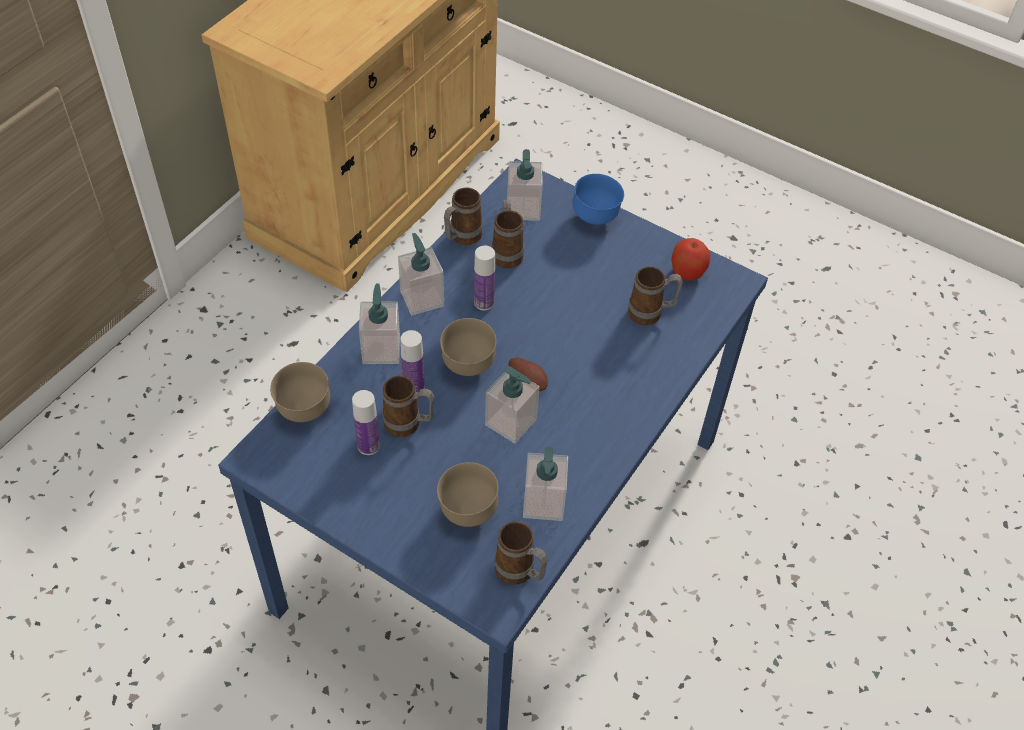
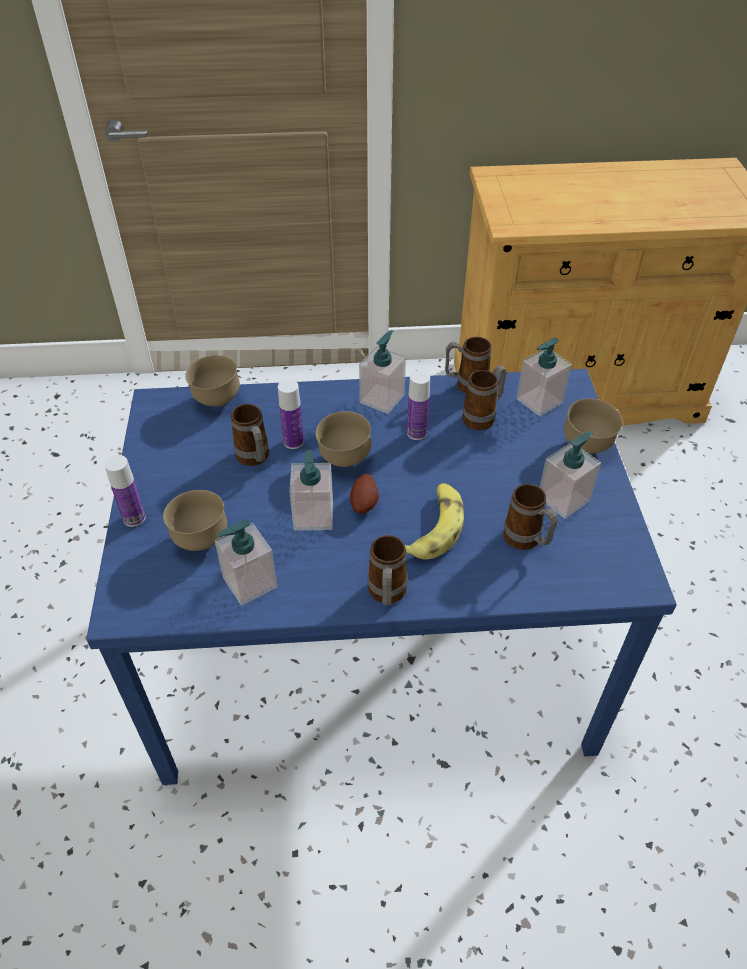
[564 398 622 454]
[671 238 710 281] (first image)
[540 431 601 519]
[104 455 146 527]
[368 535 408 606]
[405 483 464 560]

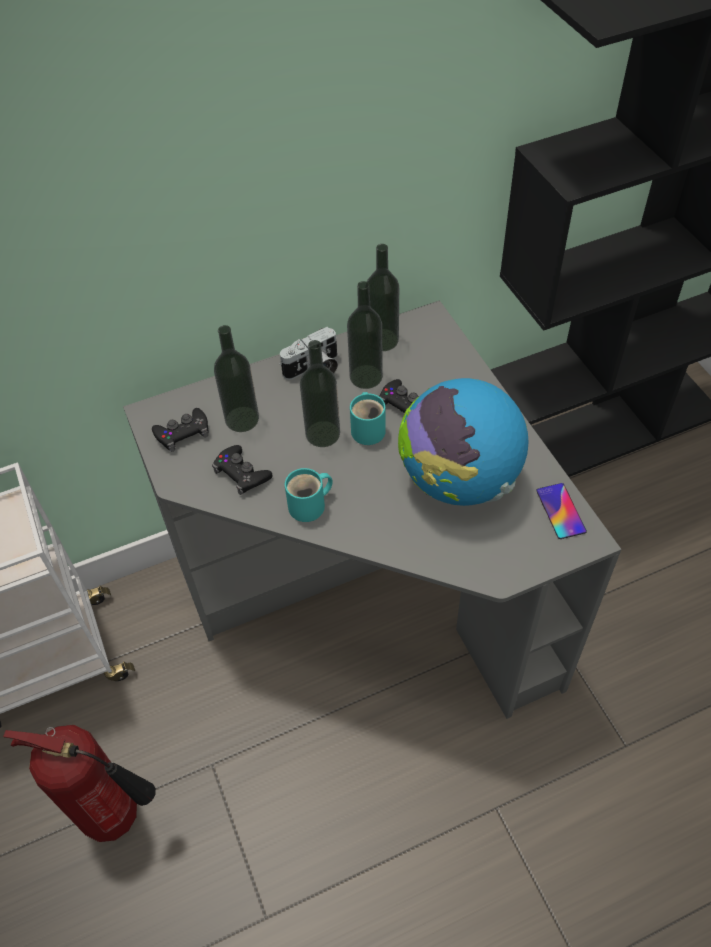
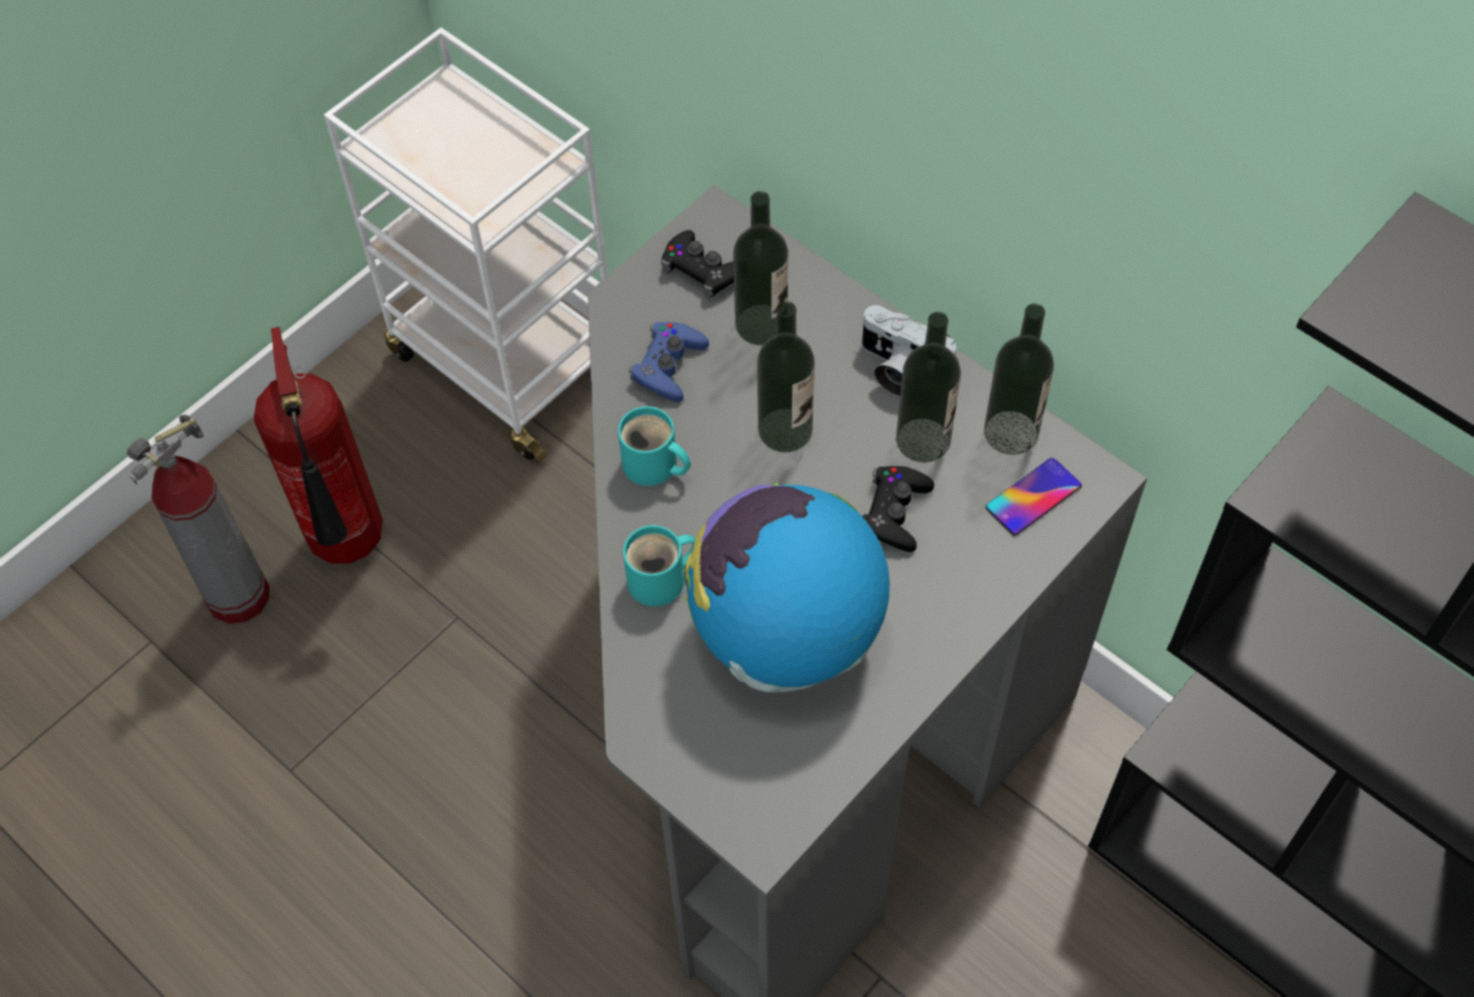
[623 525 696 606]
[629 322 709 402]
[986 458 1082 536]
[126 415 269 624]

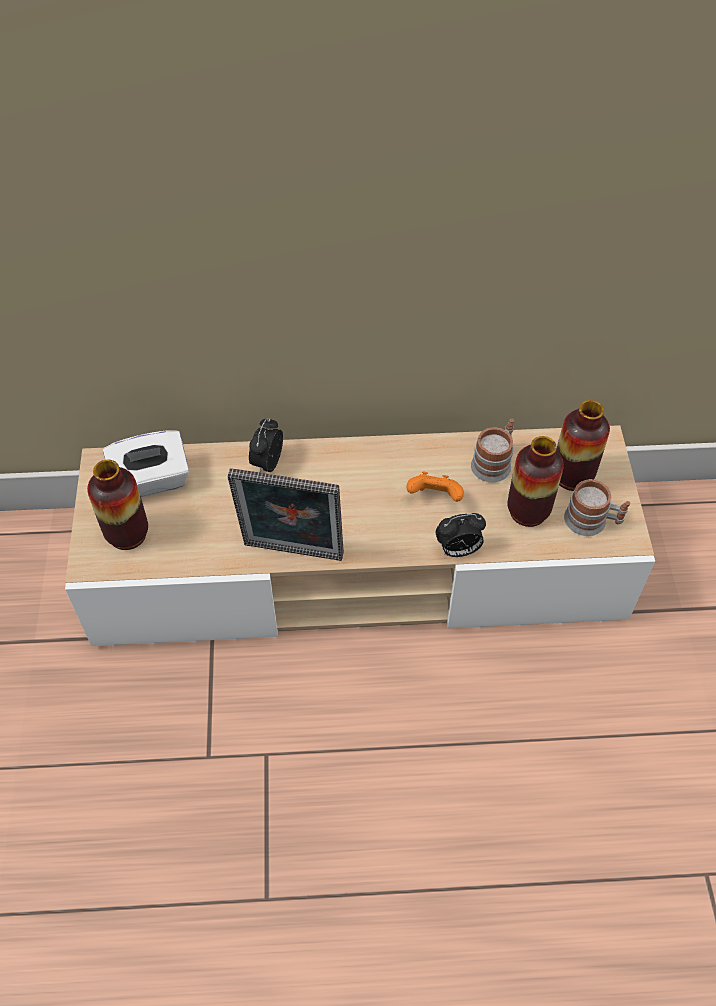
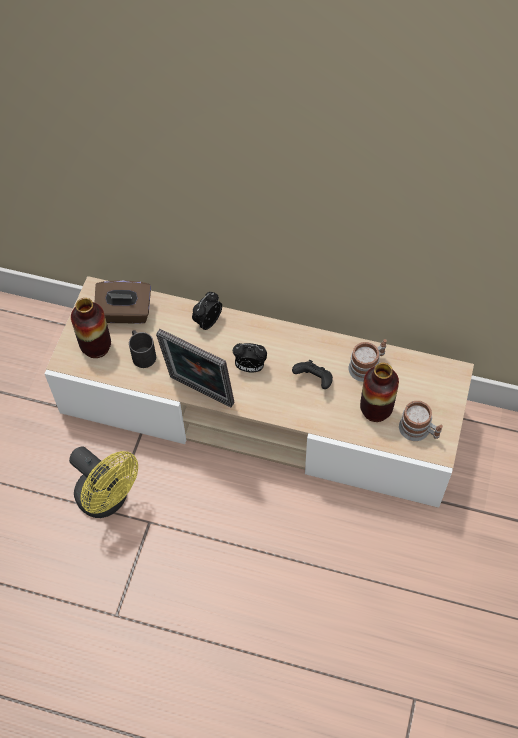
[556 400 610 491] (first image)
[95 280 151 324]
[292 360 333 389]
[233 343 267 372]
[129 330 156 368]
[69 446 138 518]

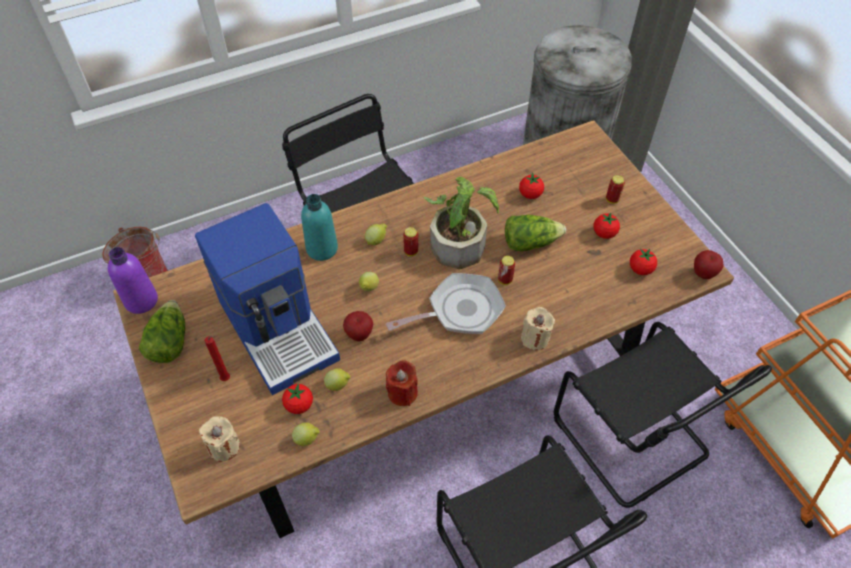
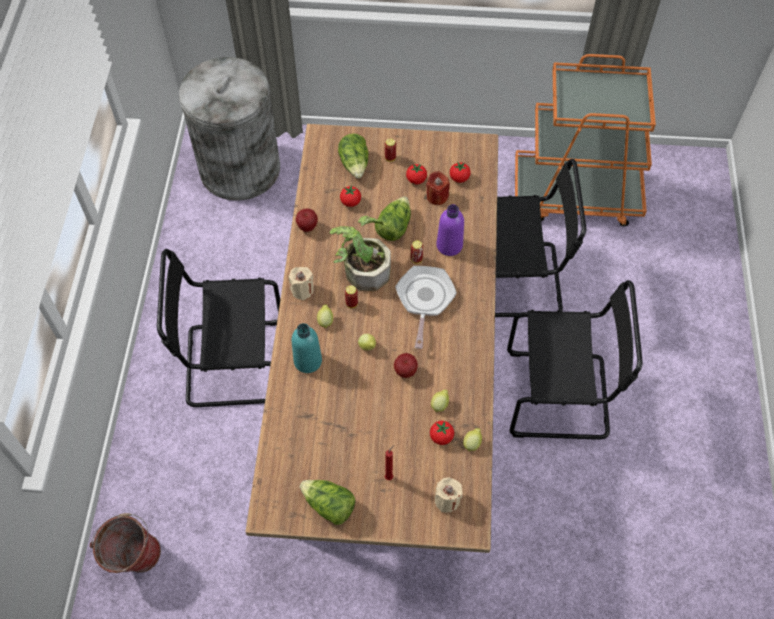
[195 203 340 395] (first image)
[436 204 464 256]
[296 208 318 232]
[288 267 313 301]
[426 171 450 205]
[338 133 369 178]

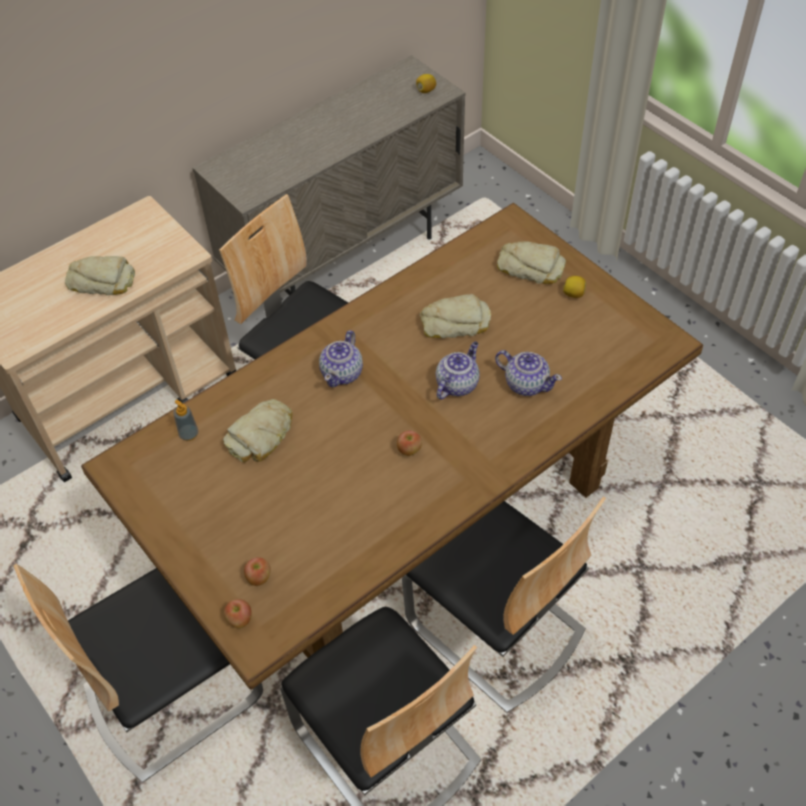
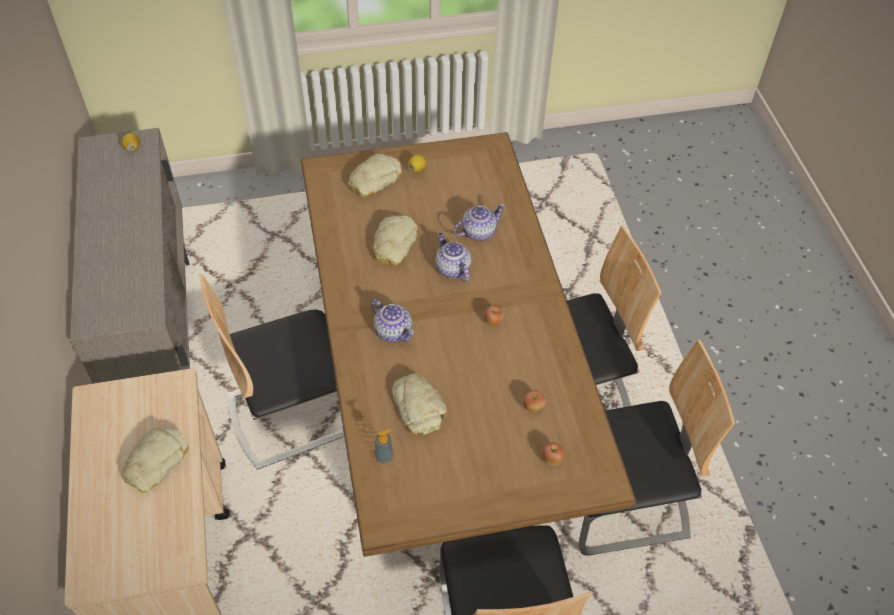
[523 390 546 412]

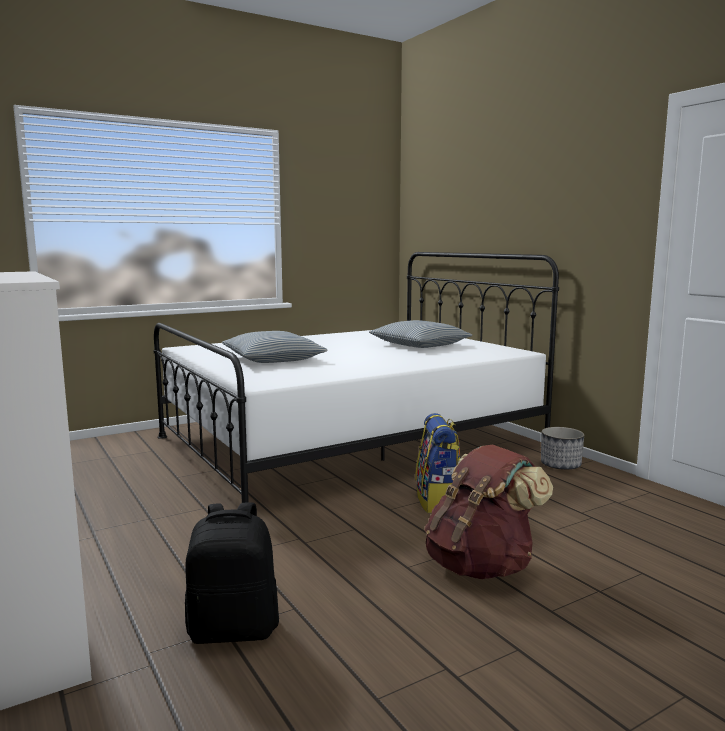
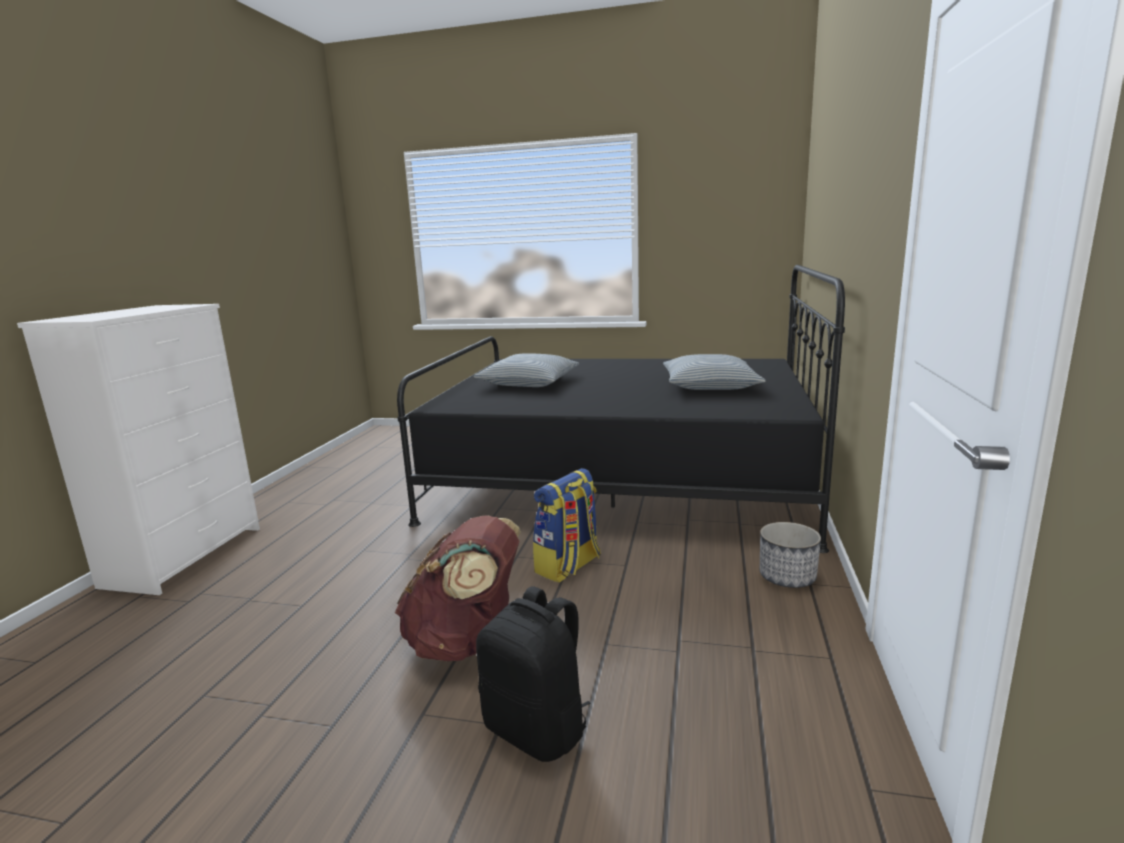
[397 265 845 553]
[476 586 591 762]

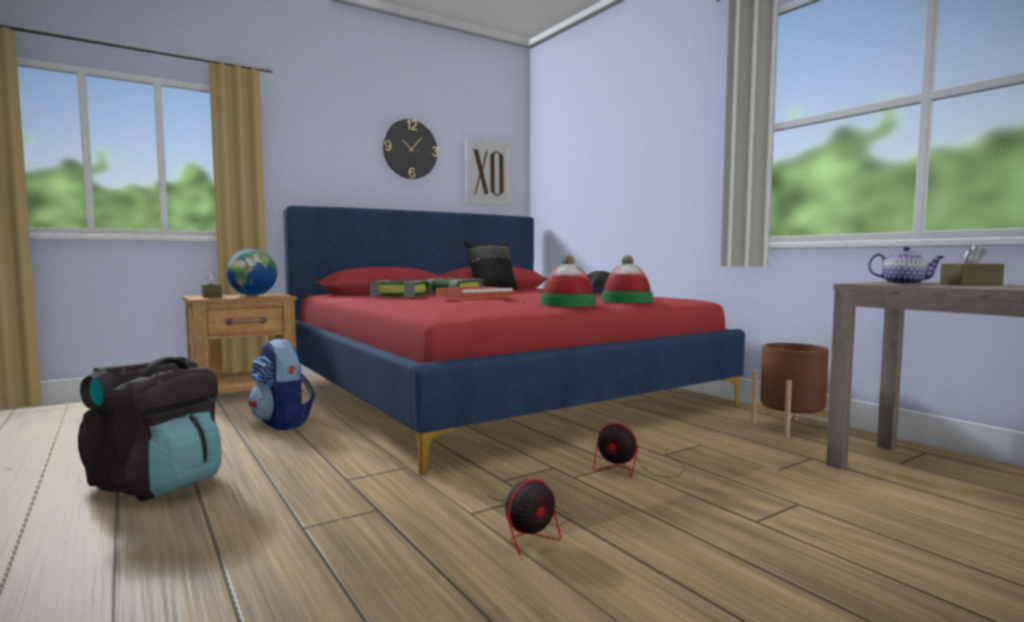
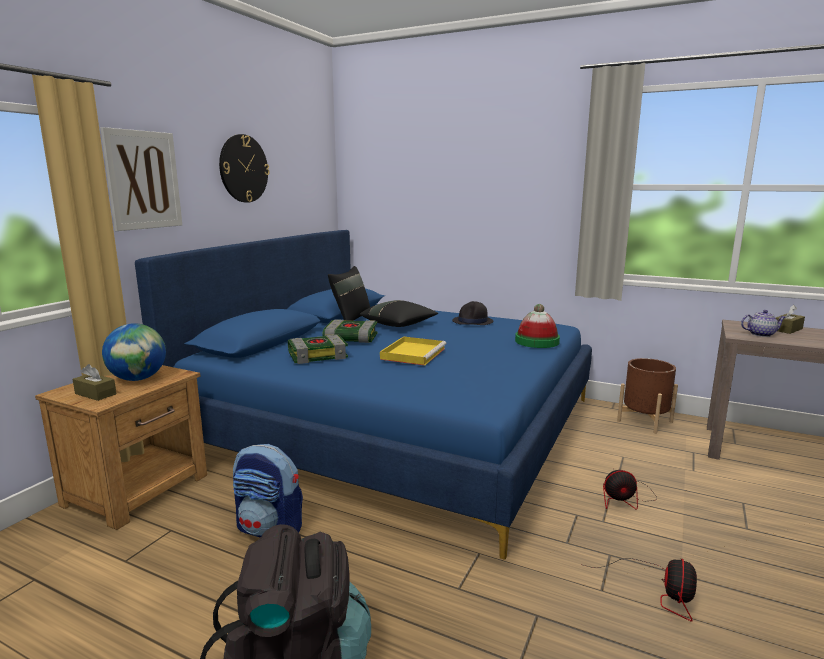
[100 127 182 231]
[135 230 592 560]
[540 255 596 307] (first image)
[380 336 446 366]
[360 300 438 327]

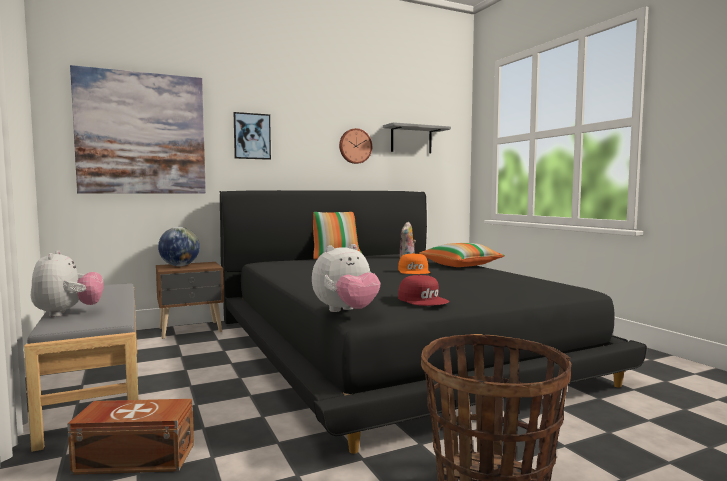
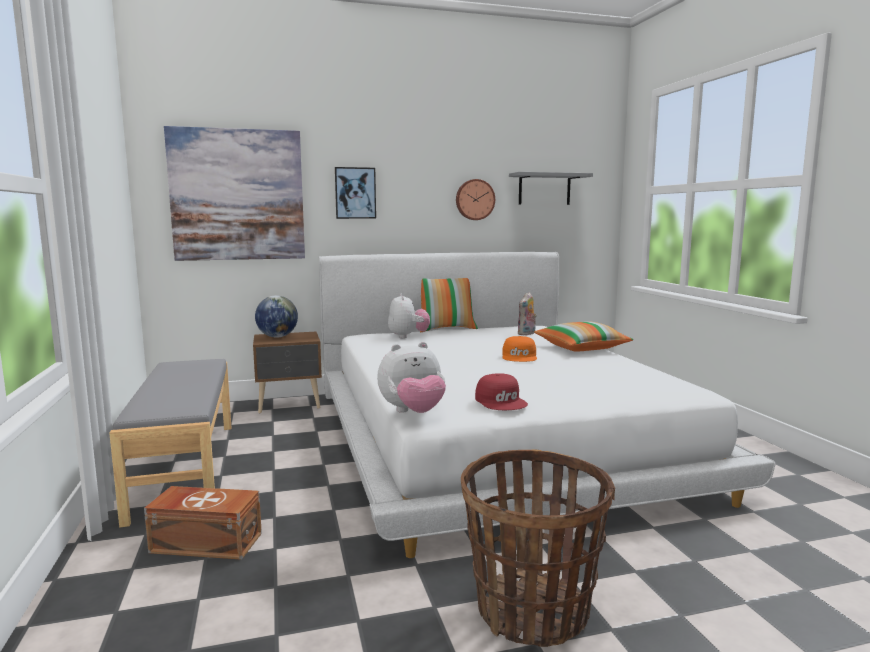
[319 252 775 558]
[388 293 430 338]

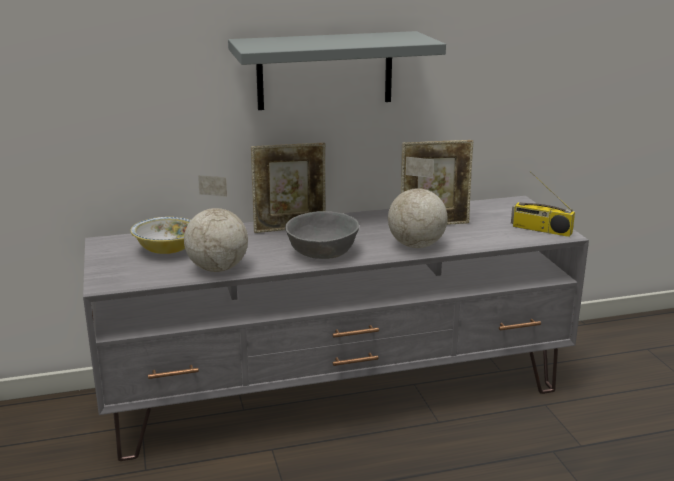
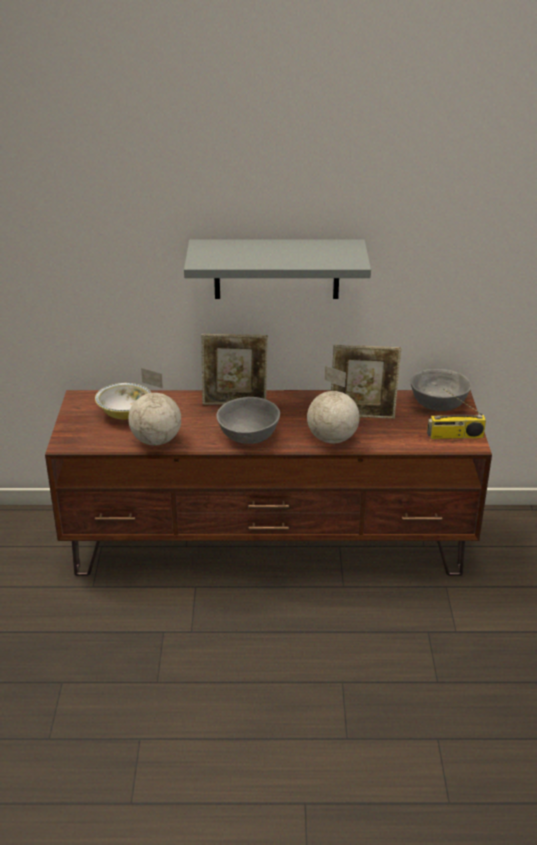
[427 388 486 439]
[45 390 492 576]
[410 369 471 411]

